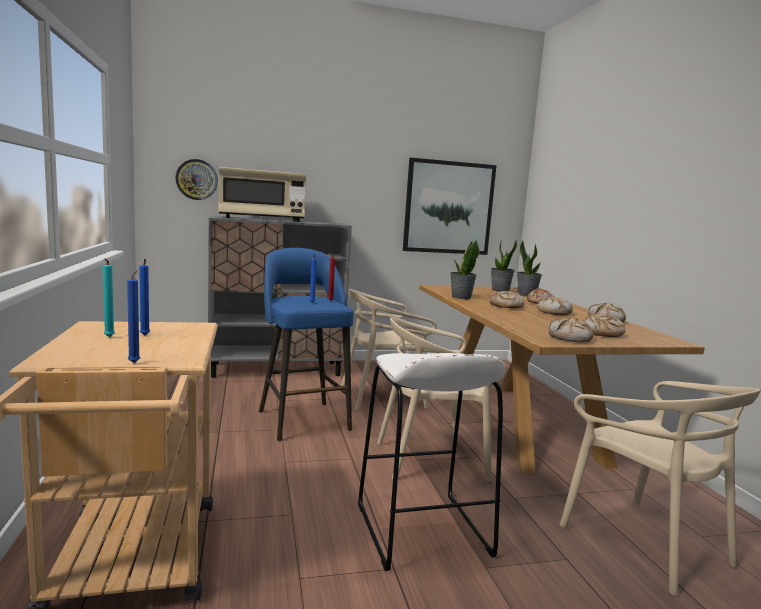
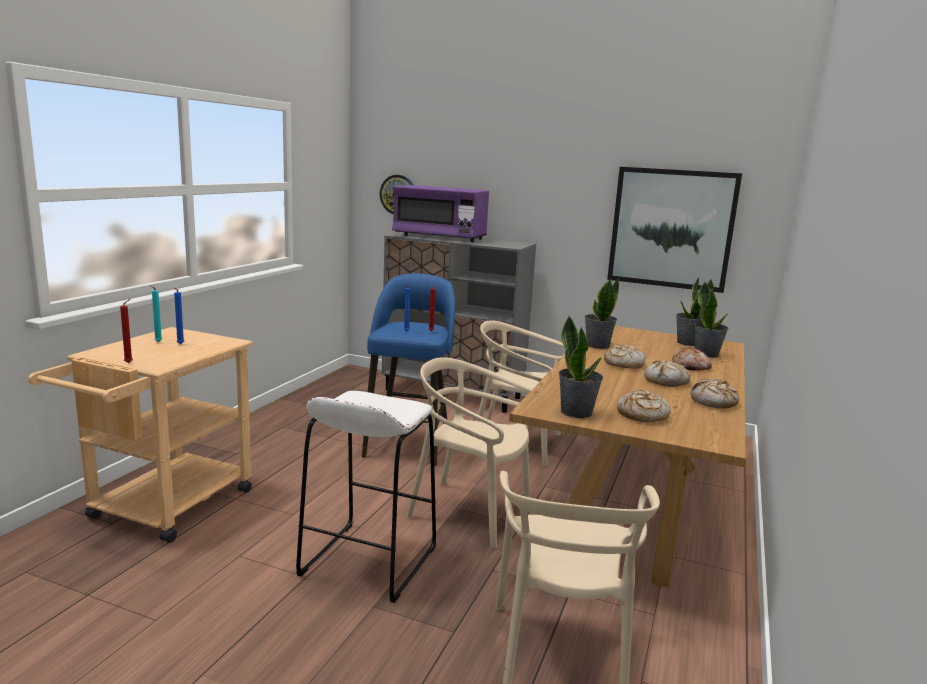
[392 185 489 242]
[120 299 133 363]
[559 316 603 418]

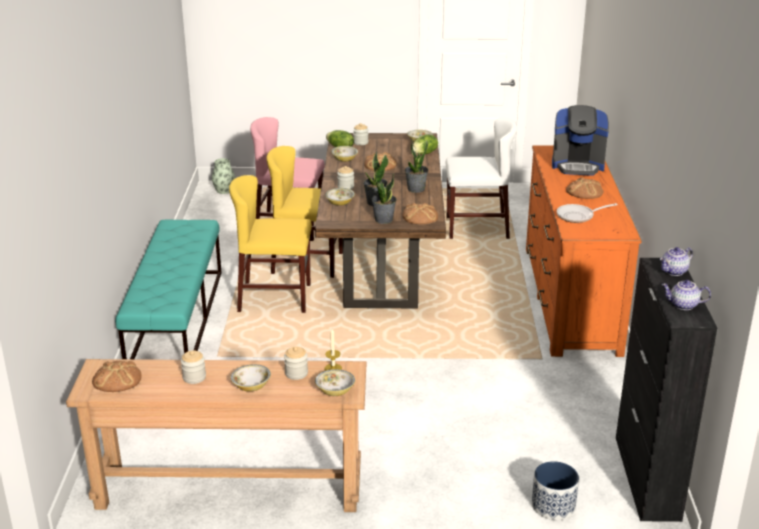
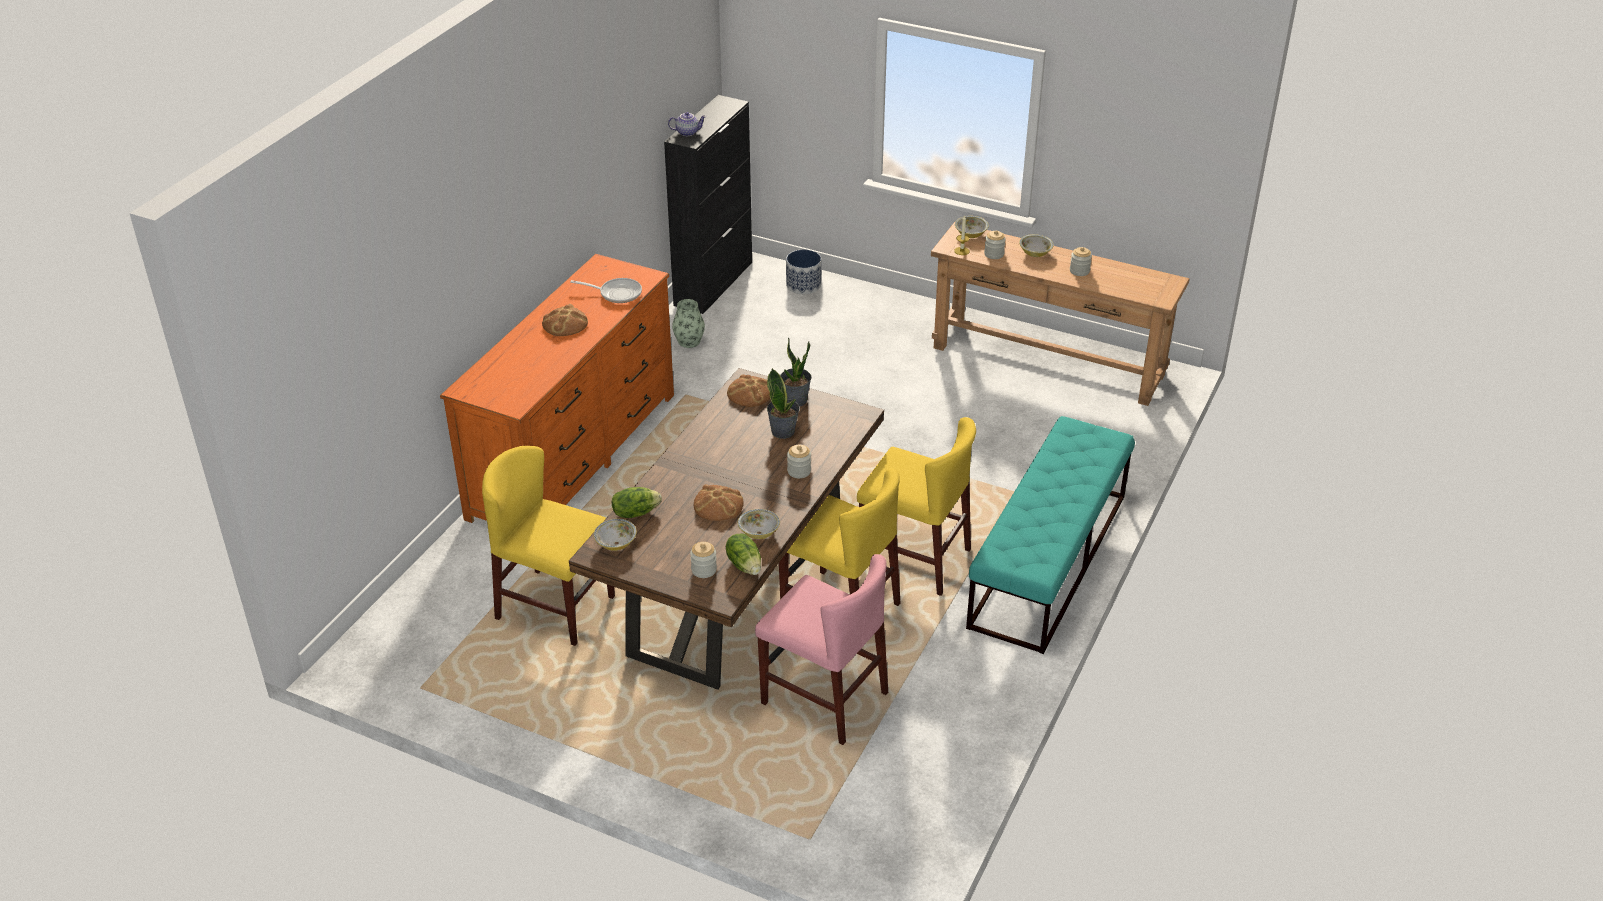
[552 105 609 175] (first image)
[482 446 615 646]
[405 141 428 193] (first image)
[672 299 705 348]
[325 188 355 206] (first image)
[662 280 711 310] (first image)
[92 361 142 392] (first image)

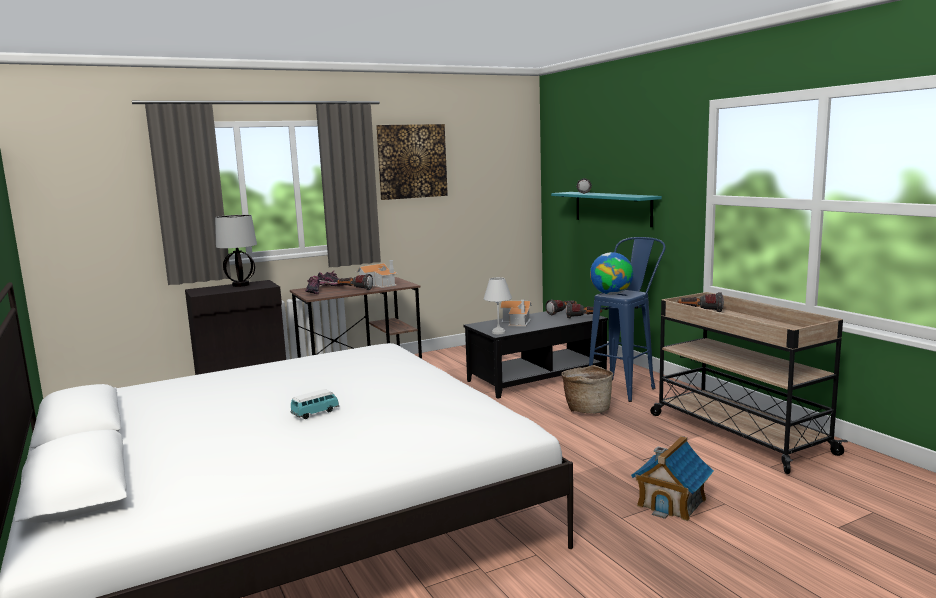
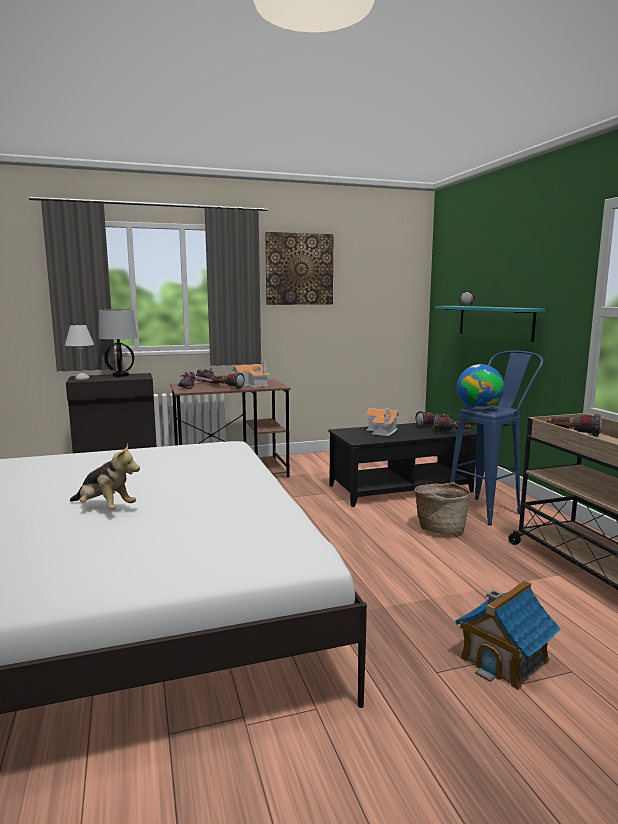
[65 325 94 380]
[70 444 140 509]

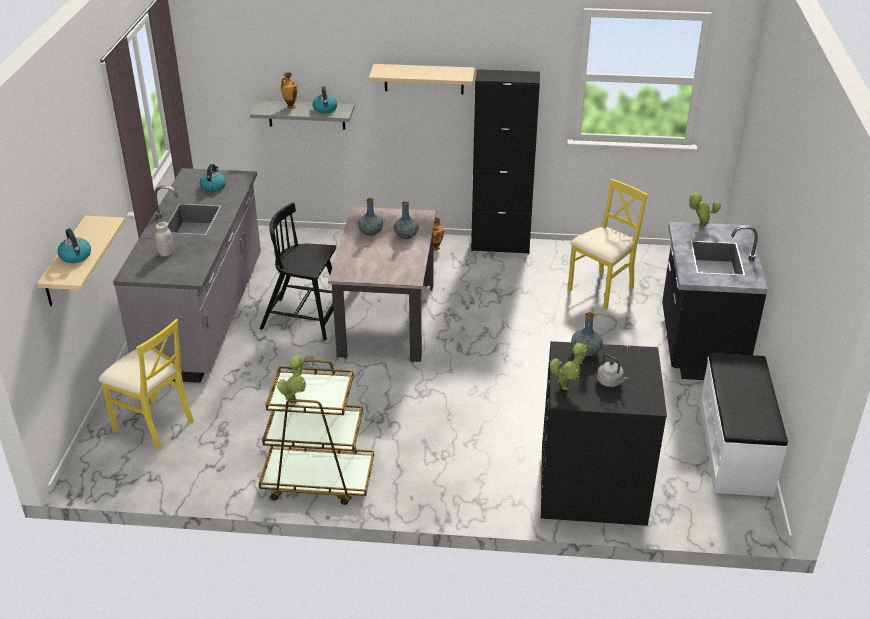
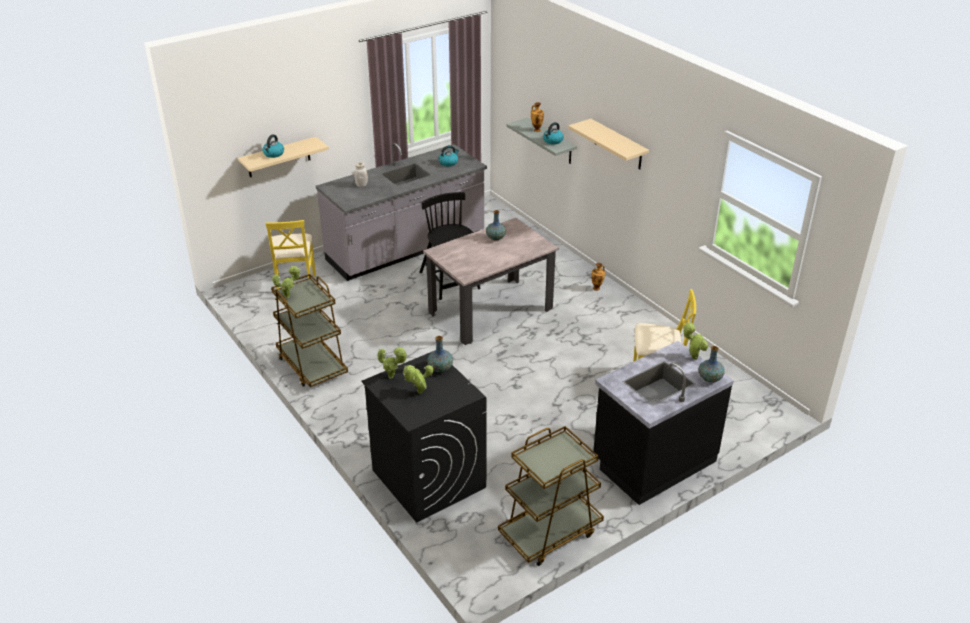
[471 69 540 254] (first image)
[699 346 725 382]
[498 426 604 566]
[403 365 433 393]

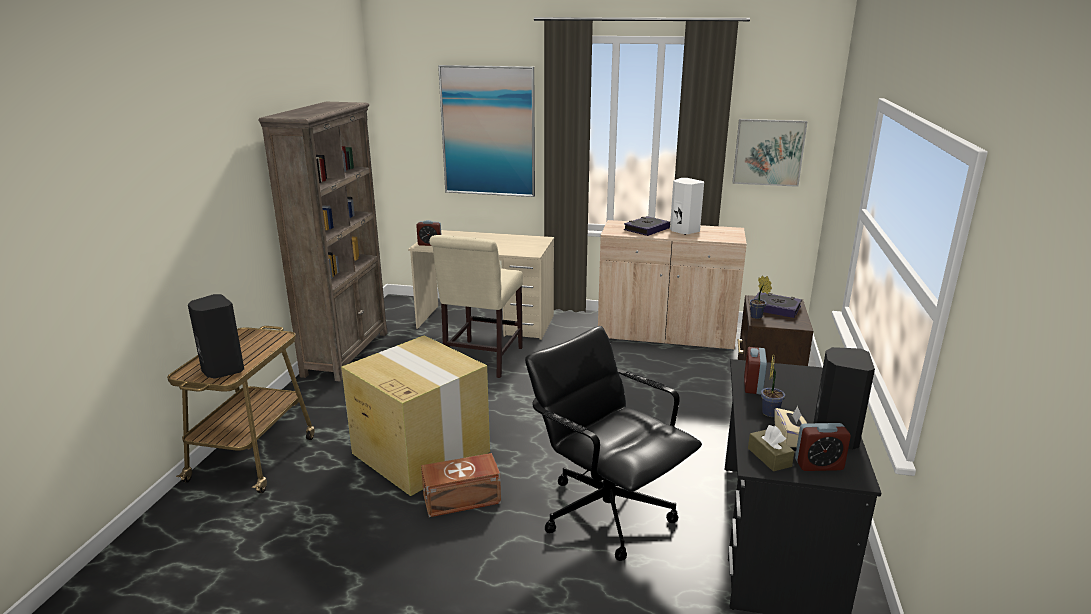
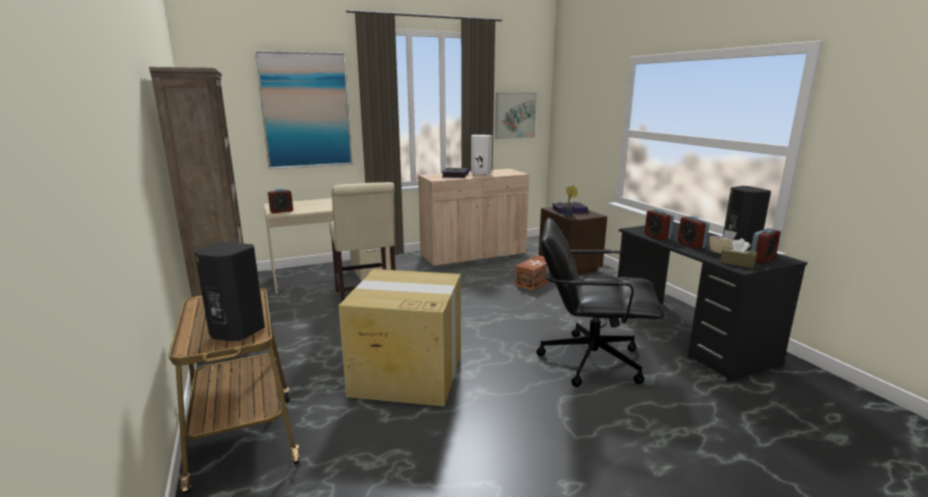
[678 216 710 249]
[515 255 549 291]

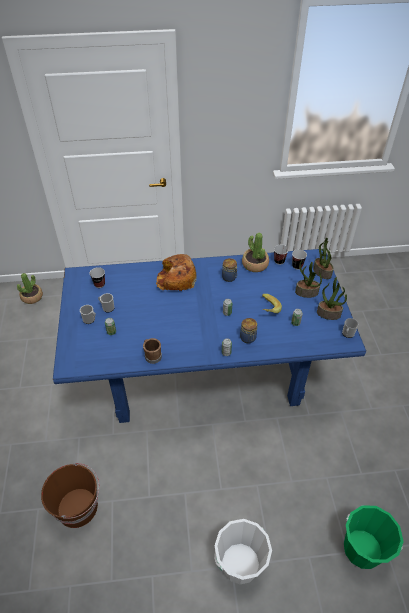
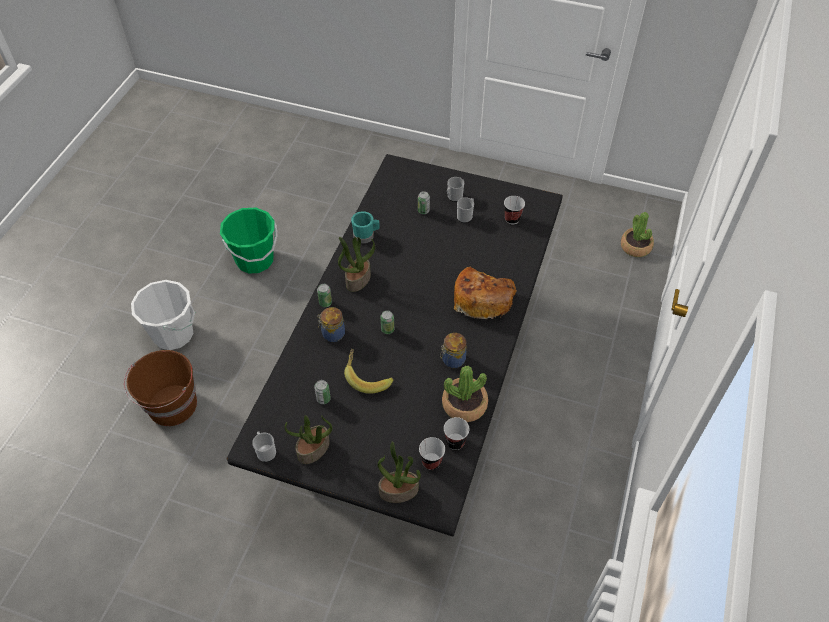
[226 154 563 536]
[338 237 375 292]
[351 211 380 243]
[124 350 197 426]
[220 208 278 274]

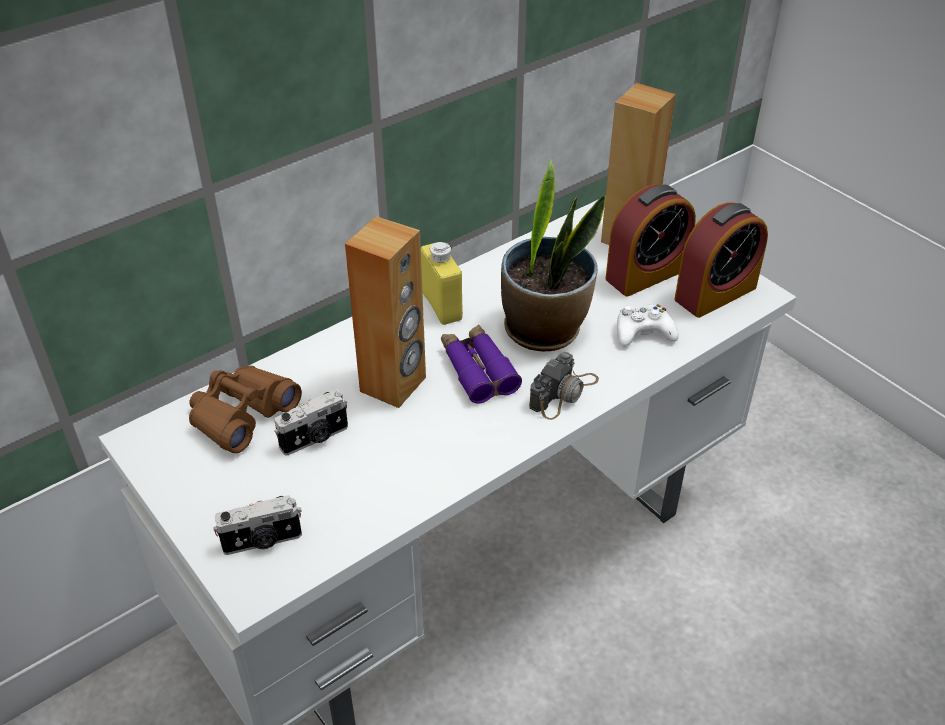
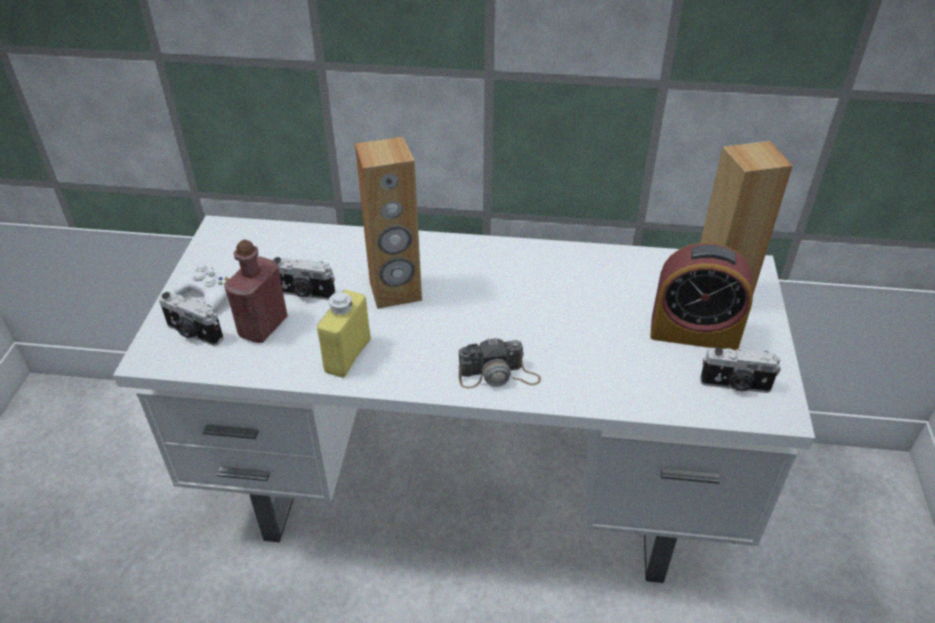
[501 159 606 351] (first image)
[701 347 781 393]
[317 290 371 378]
[174 263 230 311]
[441 325 522 404] (first image)
[189 366 302 453] (first image)
[224 239 288 343]

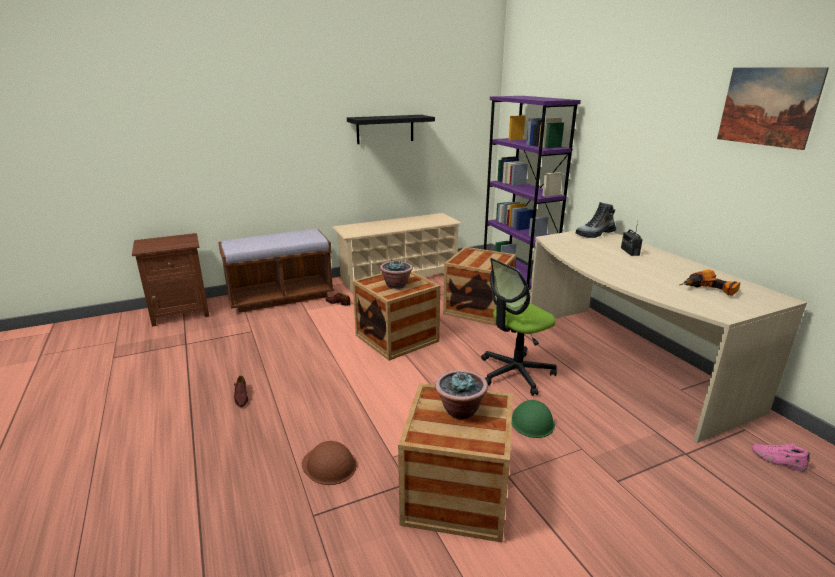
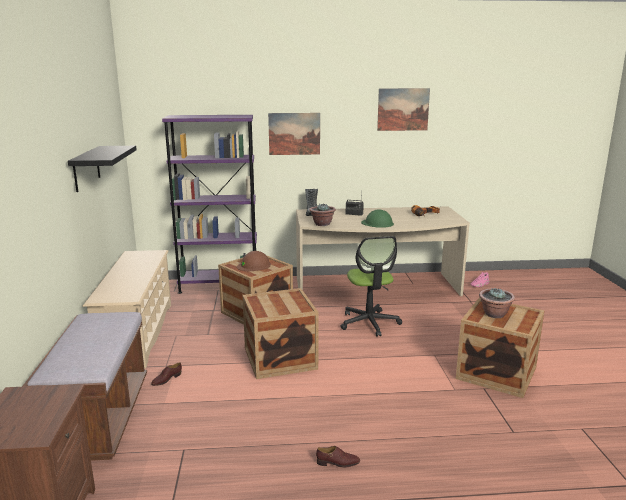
[309 203 336 226]
[361 209 394 228]
[237 251 271 271]
[268 113 320 155]

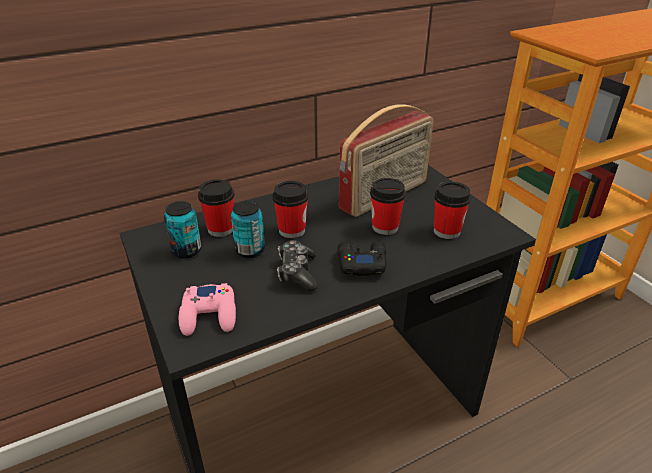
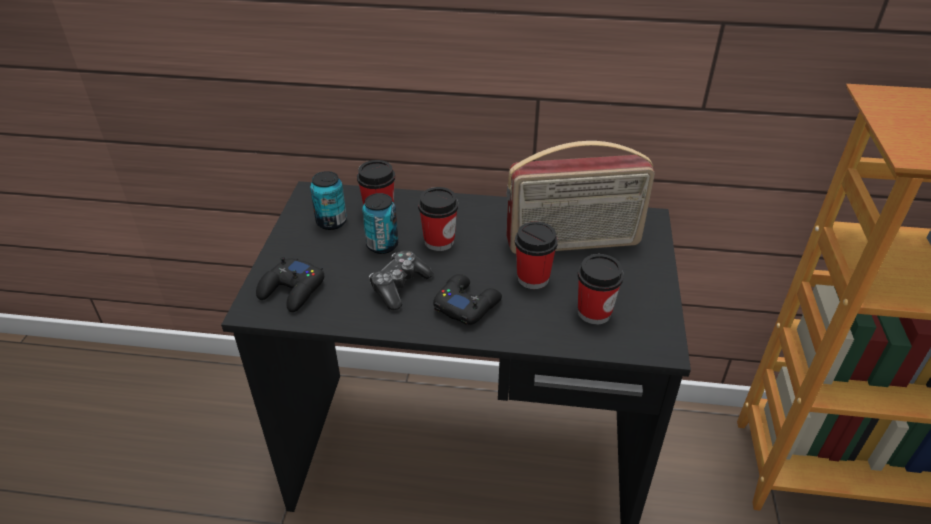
[256 257 324 312]

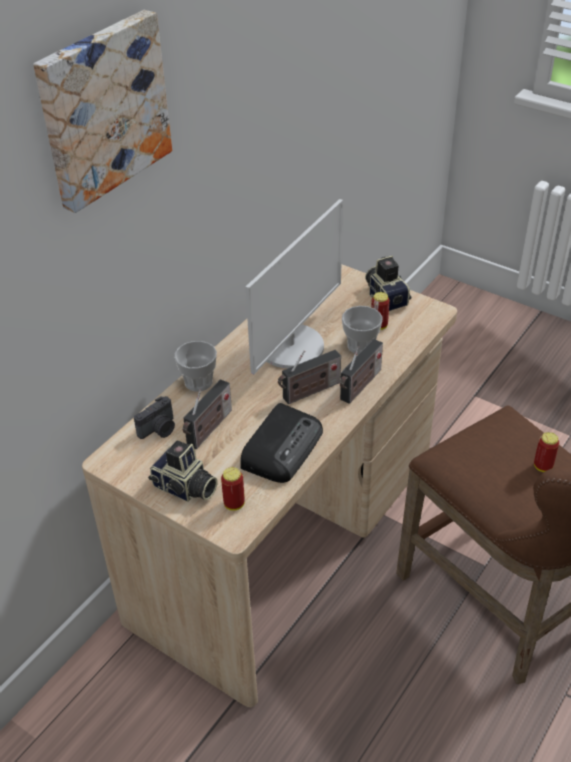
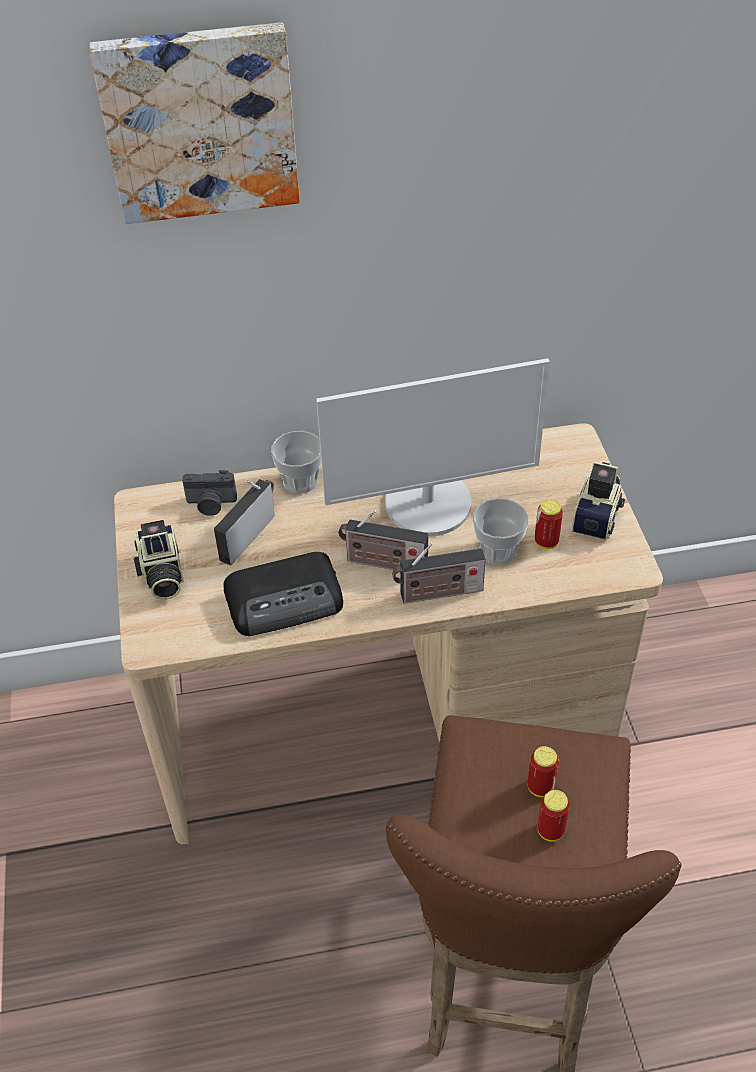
[214 479 275 566]
[527 746 559 797]

